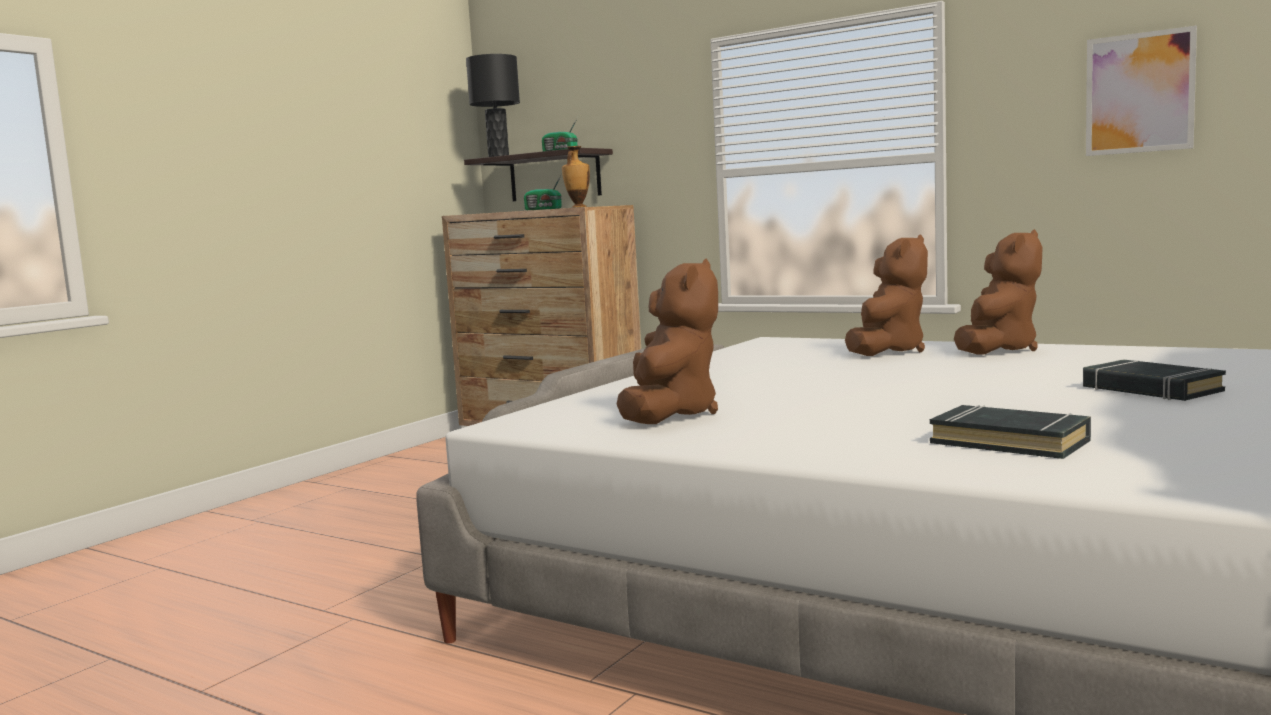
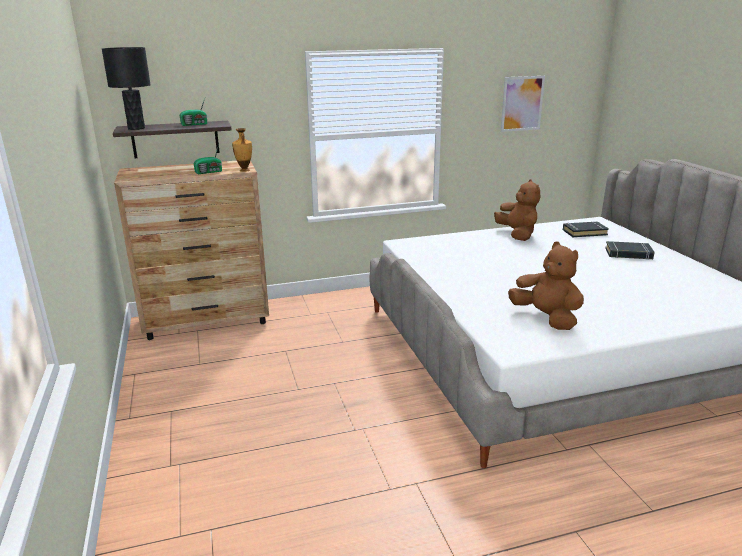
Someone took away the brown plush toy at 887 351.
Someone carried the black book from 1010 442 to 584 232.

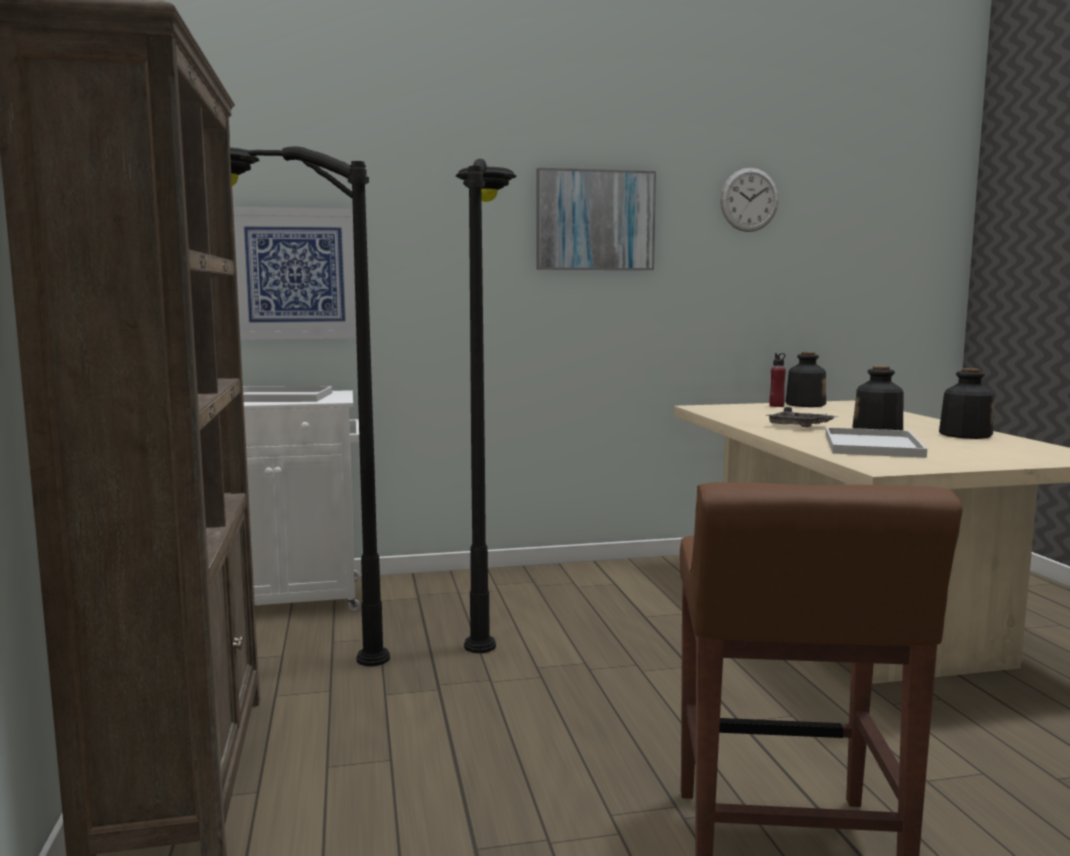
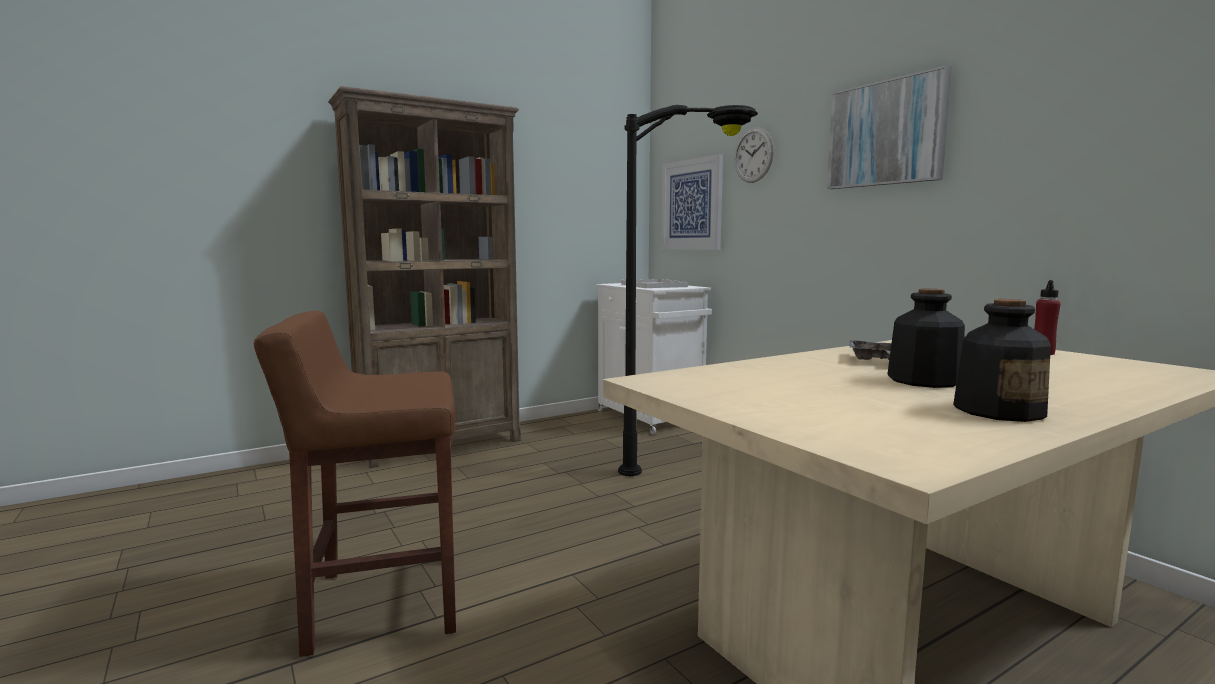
Someone took away the black floor lamp at 283 647.
Someone carried the wall clock from 749 200 to 753 155.
Someone took away the bottle at 805 404.
Someone took away the white tray at 870 445.

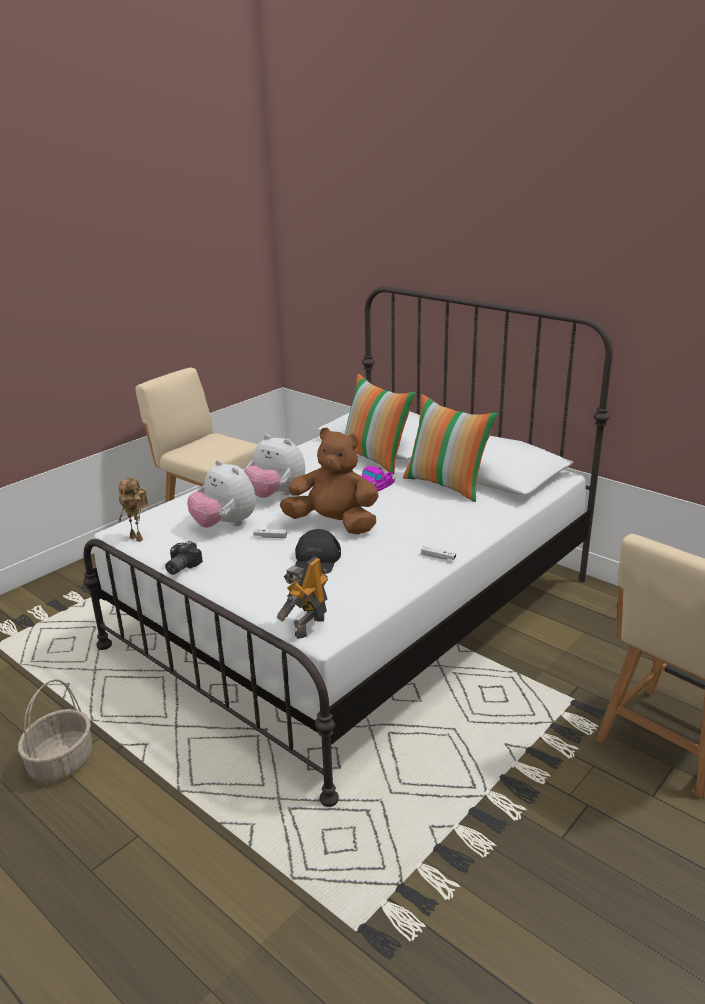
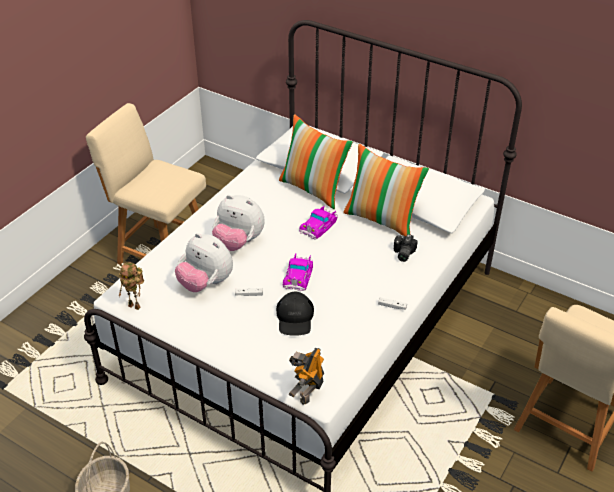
Someone carried the photo camera from 180 567 to 402 253.
Someone swapped the brown plush toy at 334 524 for the toy car at 298 275.

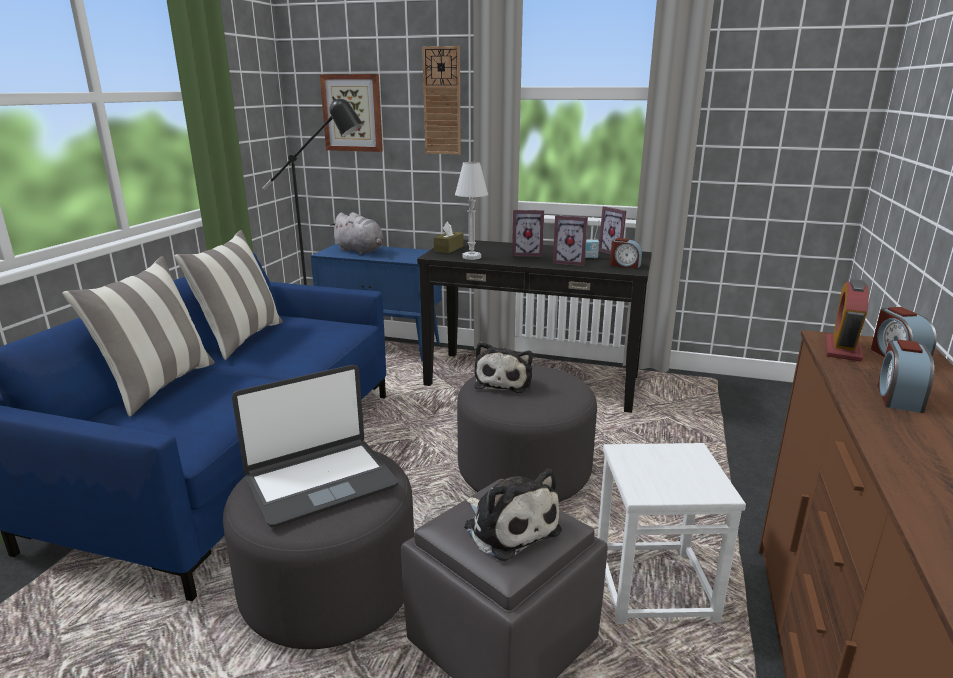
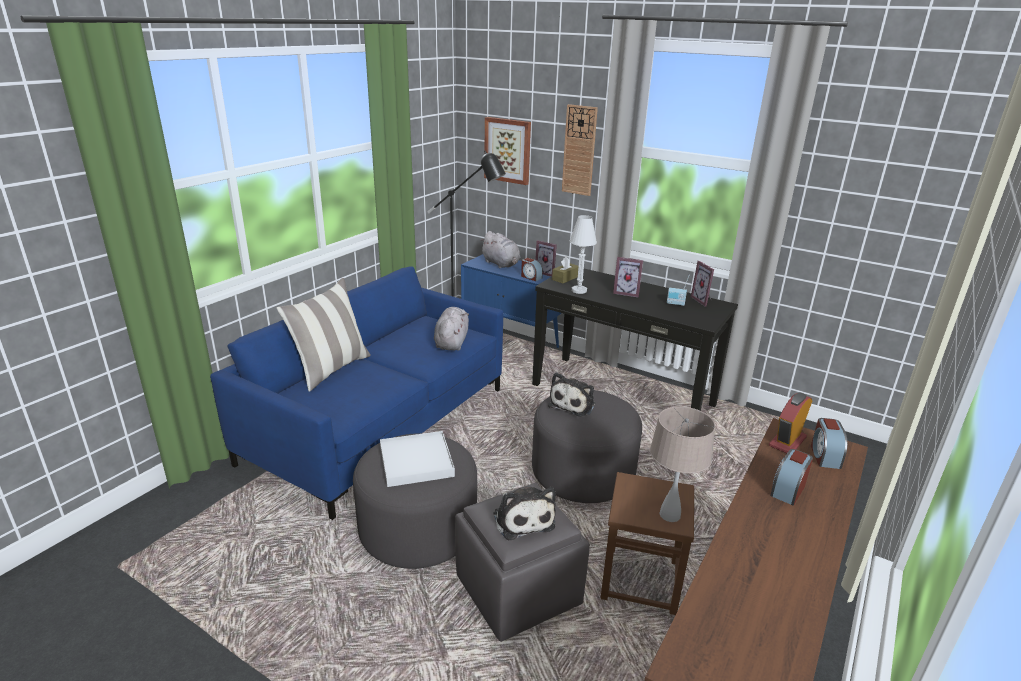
Someone took away the pillow at 240 339.
Someone swapped the laptop at 320 481 for the white tray at 416 461.
Someone carried the picture frame from 570 262 to 547 273.
Someone repainted the white stool at 654 586, which became the brown stool at 640 579.
Someone carried the alarm clock from 624 265 to 531 277.
Someone put down the grey plush toy at 451 342.
Someone put down the beige table lamp at 670 514.

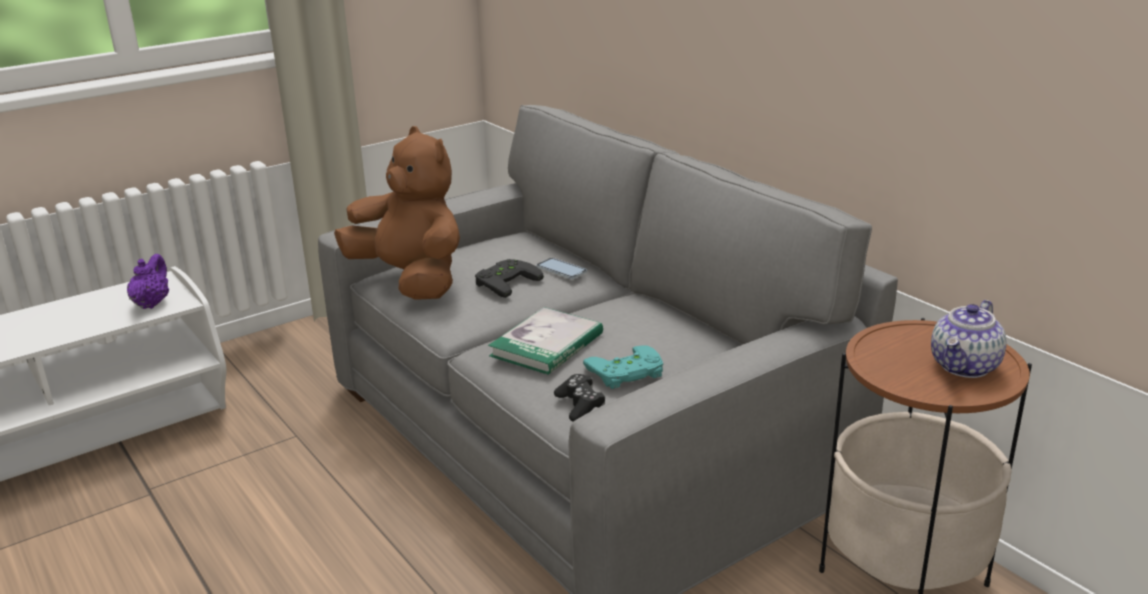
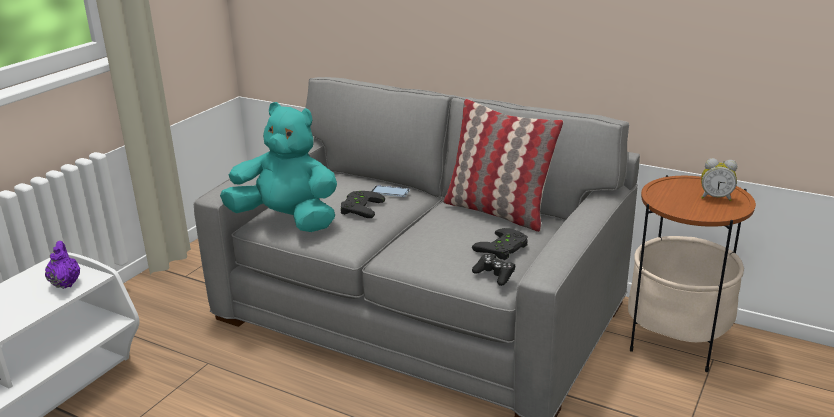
Someone repainted the brown plush toy at 411 280, which became the turquoise plush toy at 287 220.
Someone took away the book at 547 345.
Someone repainted the turquoise game controller at 626 374, which became the black game controller at 504 249.
Someone swapped the teapot at 965 367 for the alarm clock at 715 197.
Someone put down the pillow at 497 211.

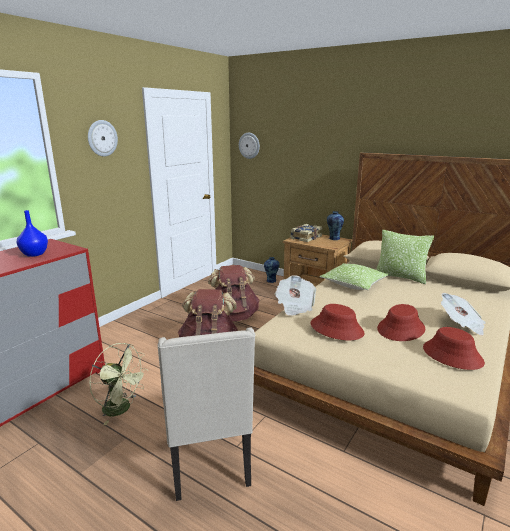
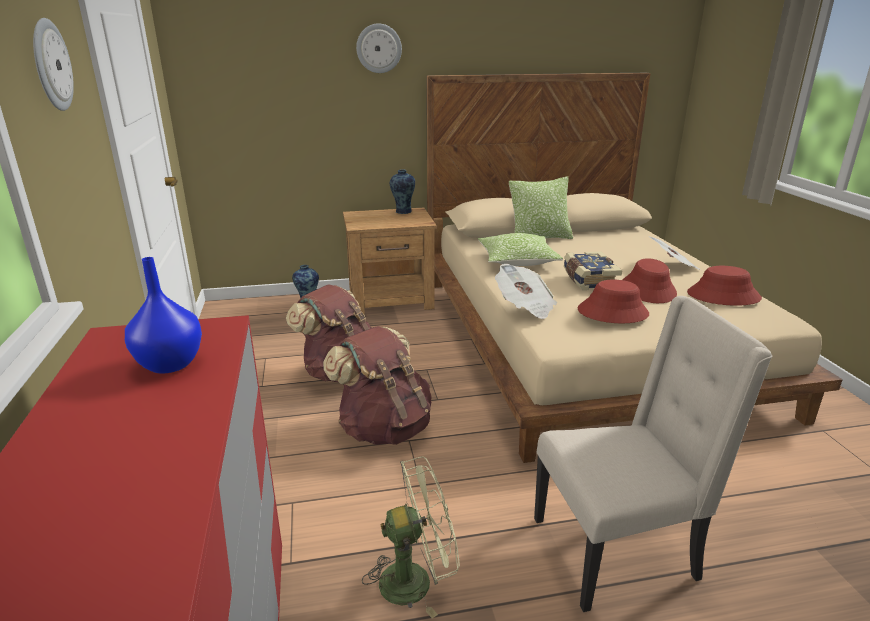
Someone rotated the beige chair at 209 461 by 45 degrees counterclockwise.
Someone carried the wall clock from 249 145 to 379 48.
Someone carried the book from 305 237 to 588 280.

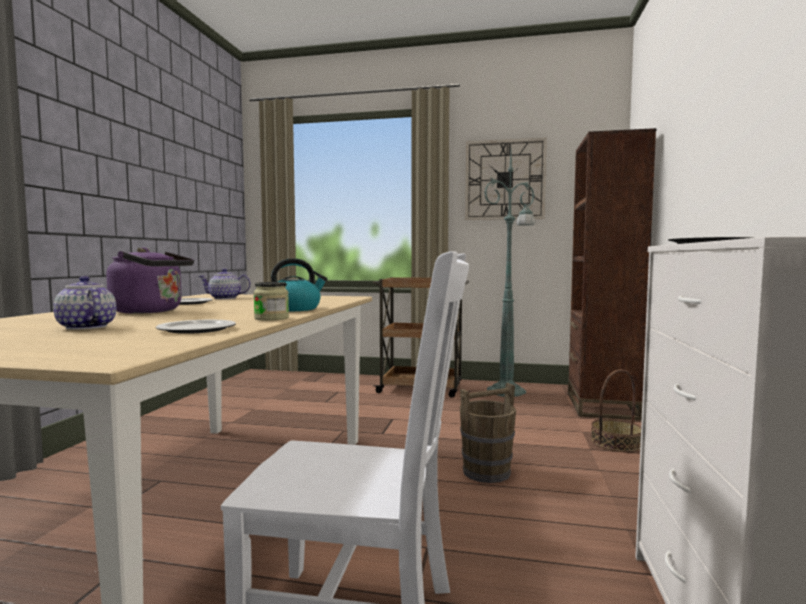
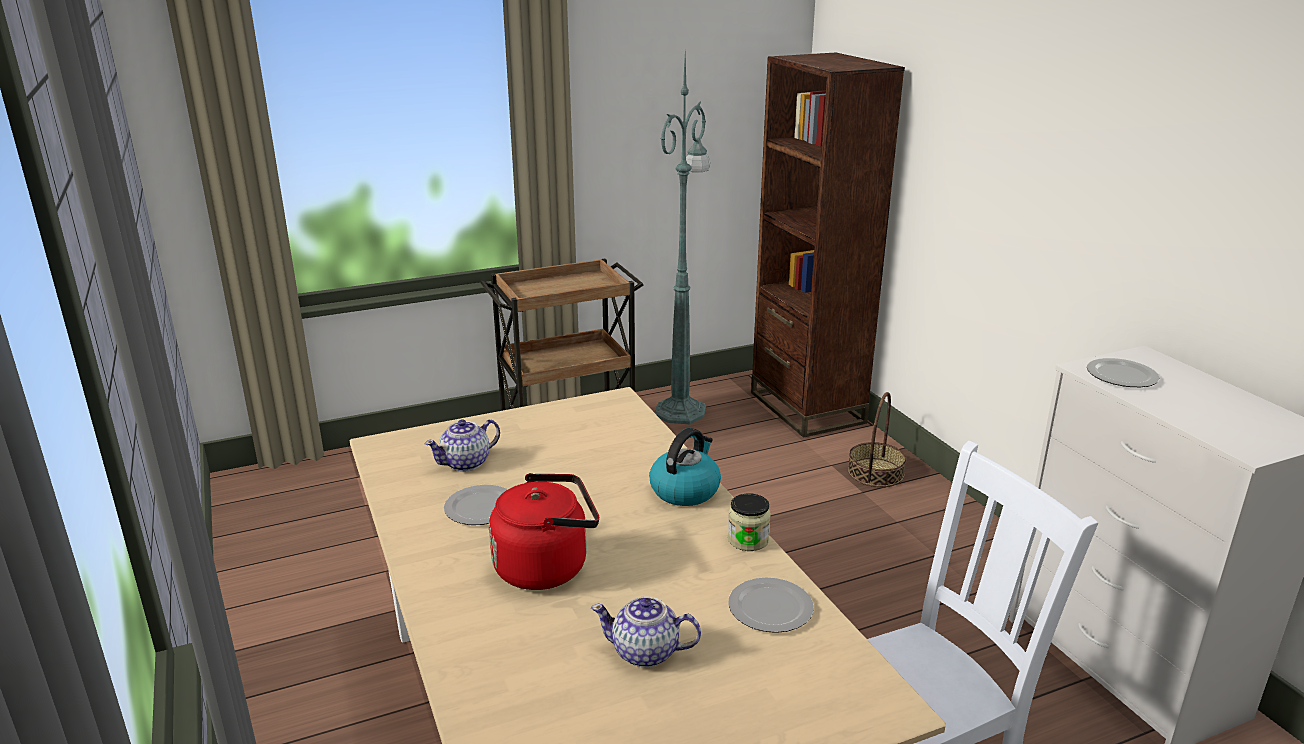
Someone repainted the purple kettle at 151 311, which became the red kettle at 547 566.
Someone took away the brown bucket at 487 472.
Someone took away the wall clock at 505 180.

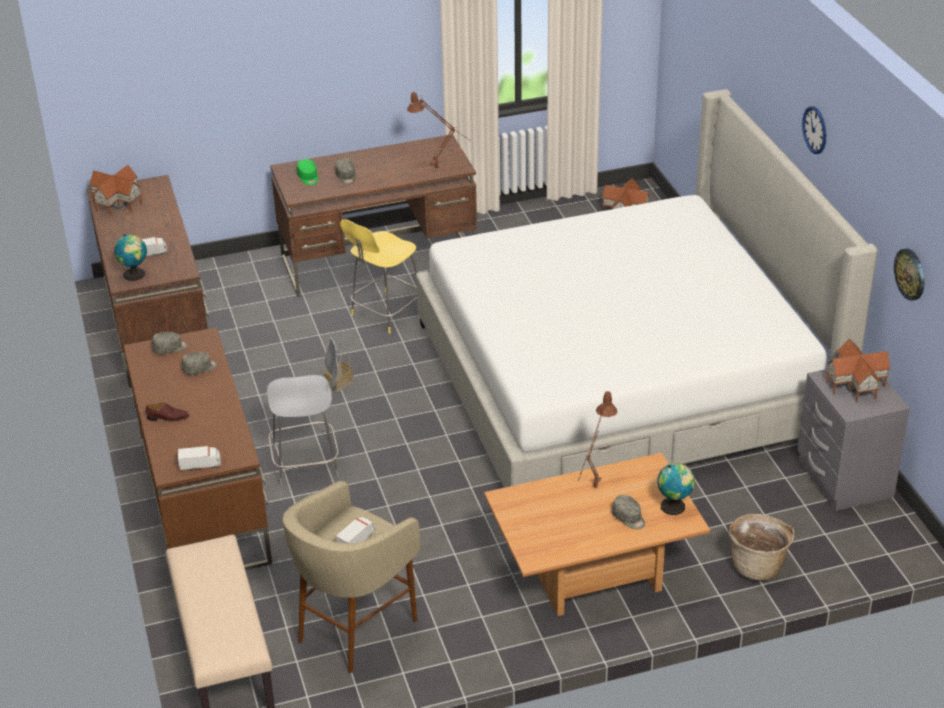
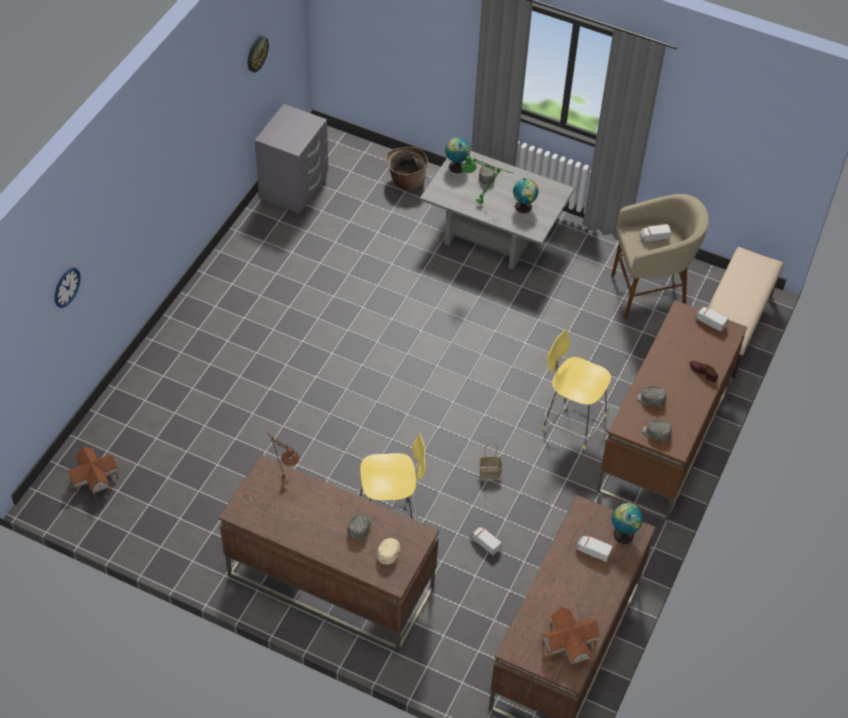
Someone repainted the grey stool at 308 461, which became the yellow stool at 572 421.
Someone repainted the green cap at 308 177, which became the beige cap at 389 552.
Someone took away the bed at 622 379.
Someone repainted the brown coffee table at 593 575, which became the grey coffee table at 493 234.
Someone repainted the brown table lamp at 593 491, which became the green table lamp at 485 202.
Someone carried the wall clock from 815 130 to 66 287.
Someone took away the toy house at 855 385.
Someone put down the toy truck at 485 543.
Someone put down the globe at 524 207.

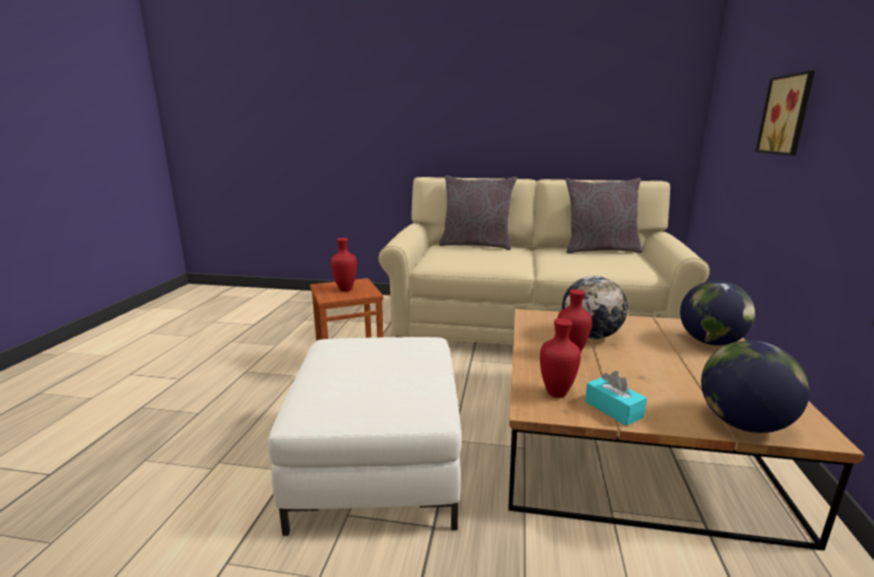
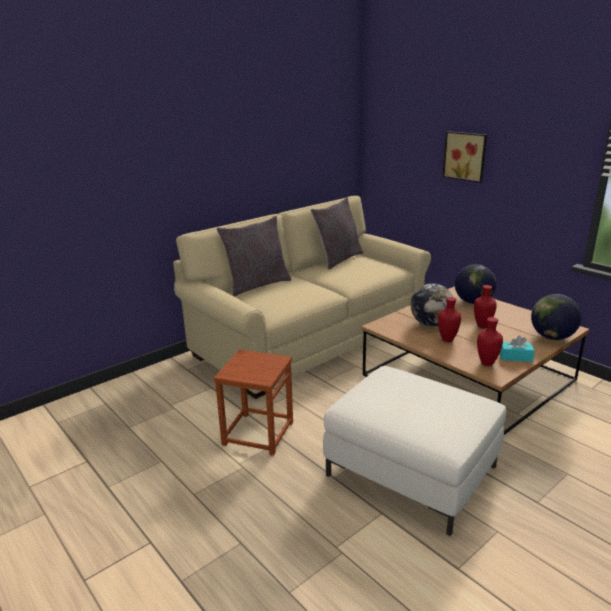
Someone carried the red vase from 345 289 to 481 326.

